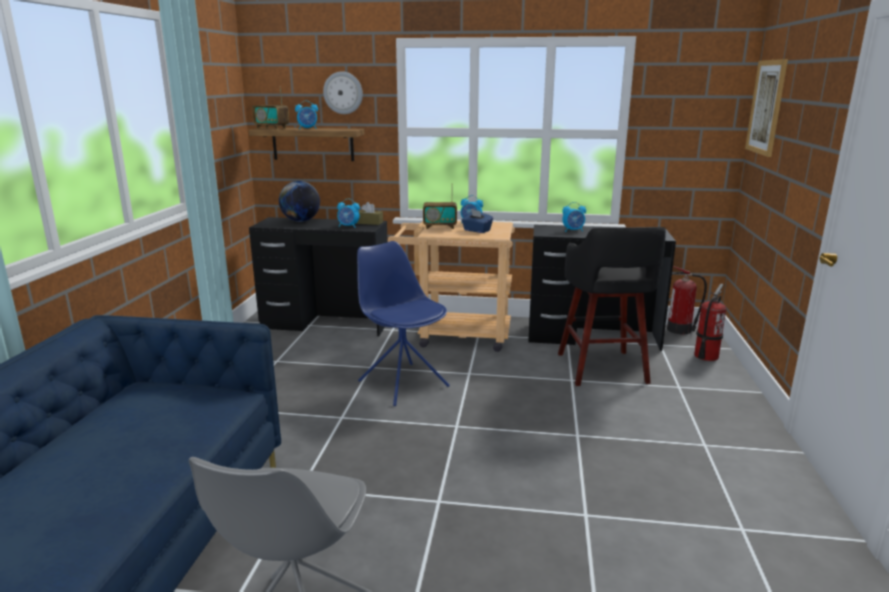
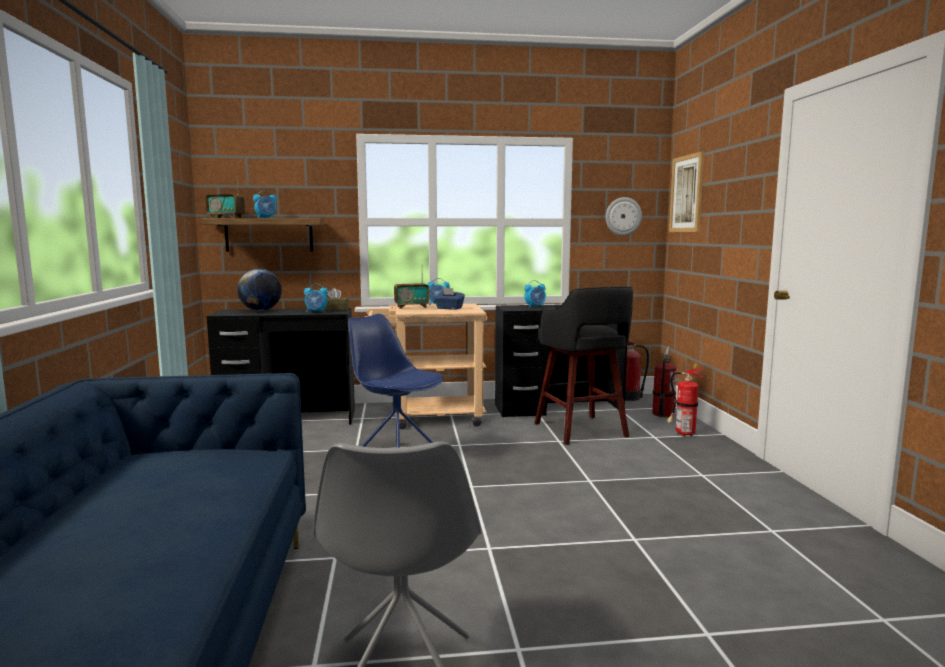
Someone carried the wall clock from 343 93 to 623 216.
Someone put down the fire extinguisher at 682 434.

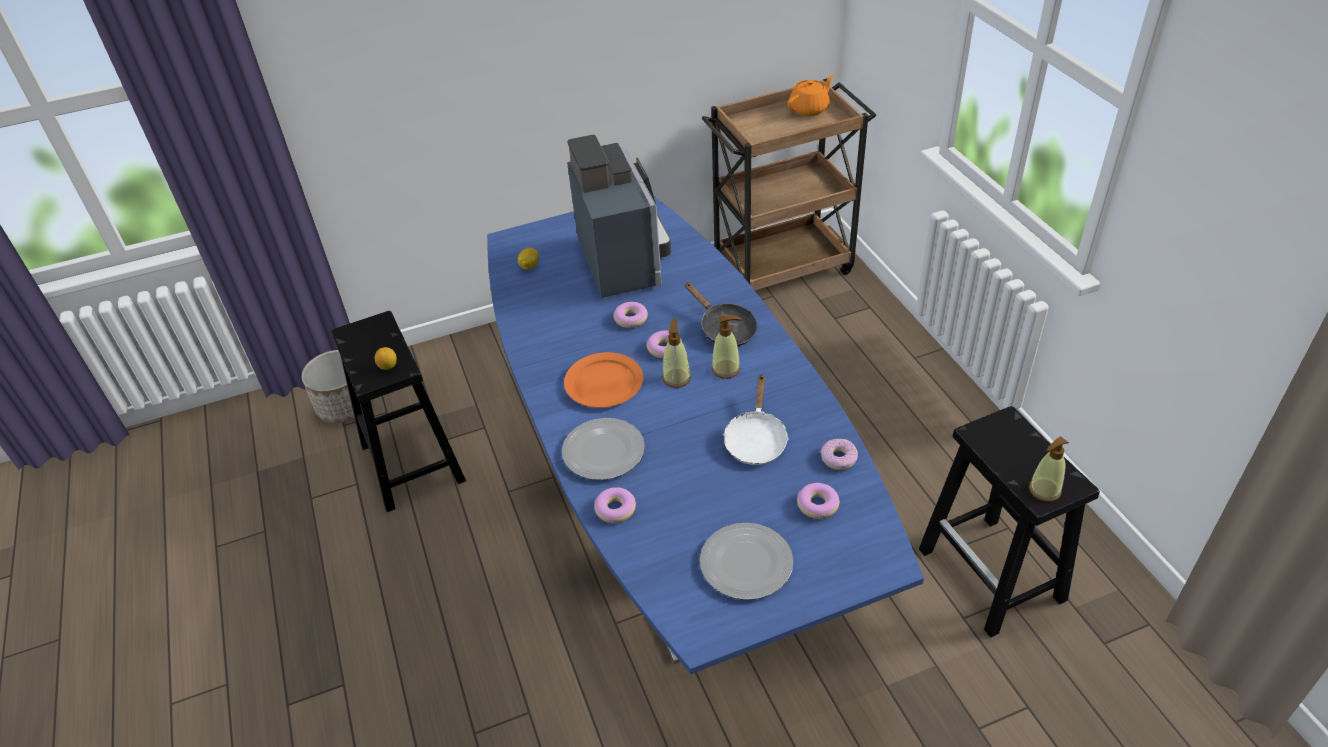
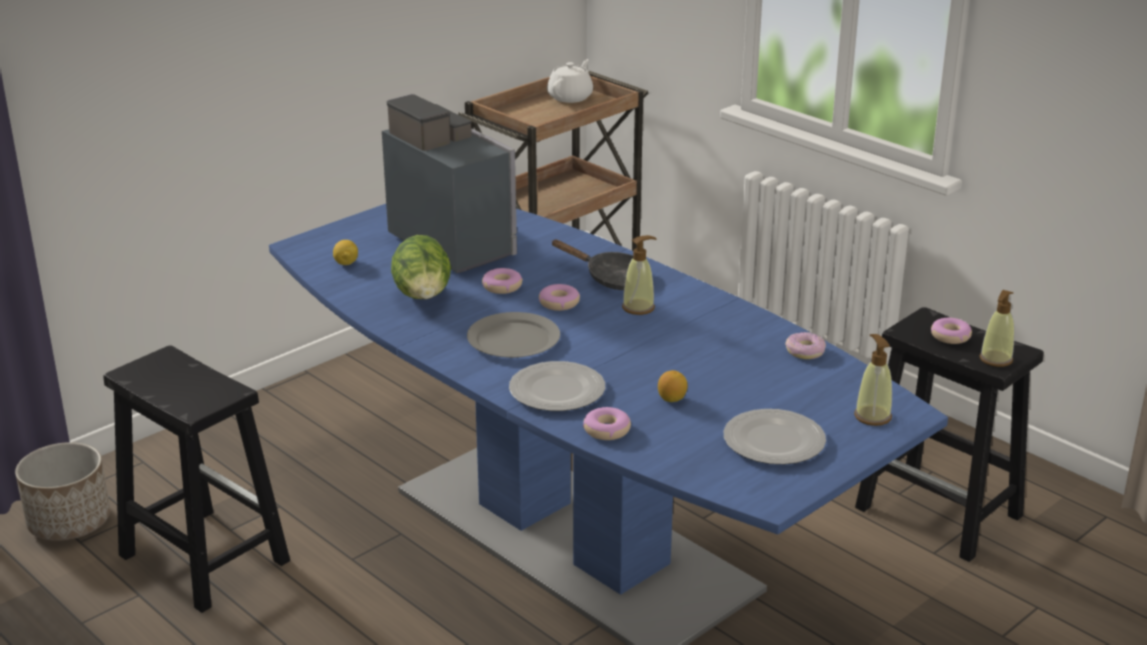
Someone carried the lemon from 388 366 to 672 399.
Someone repainted the orange plate at 604 383, which became the grey plate at 514 339.
Someone carried the soap dispenser from 676 378 to 872 416.
Someone took away the white frying pan at 755 439.
Someone repainted the orange teapot at 809 109, which became the white teapot at 571 97.
Someone carried the donut from 817 505 to 950 336.
Someone put down the lettuce at 423 298.

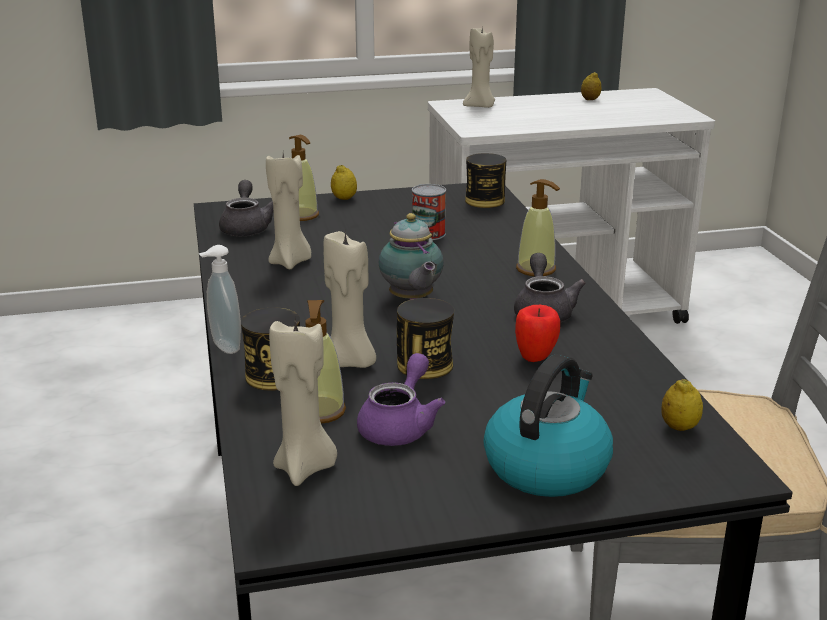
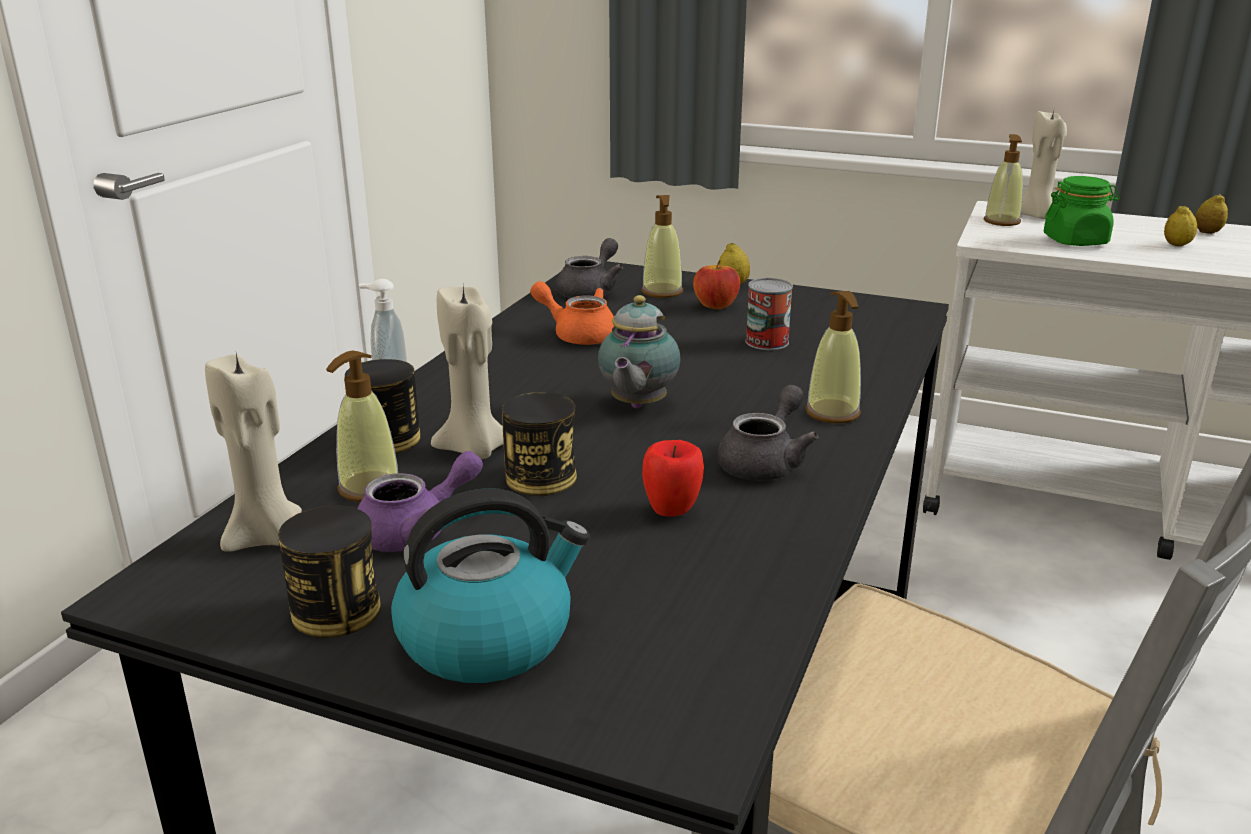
Someone swapped the beige candle at 290 262 for the orange teapot at 578 334.
Someone carried the can from 485 201 to 336 611.
Someone carried the lemon from 679 427 to 1176 245.
Someone put down the apple at 715 306.
Someone put down the soap dispenser at 1001 221.
Someone put down the green jar at 1075 241.

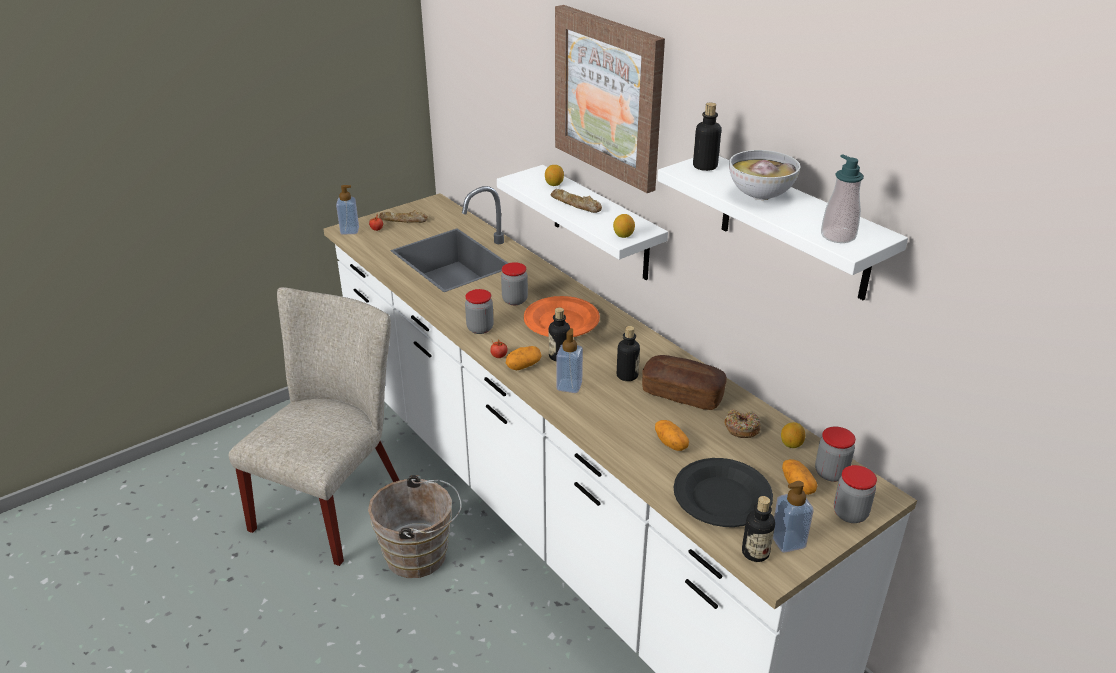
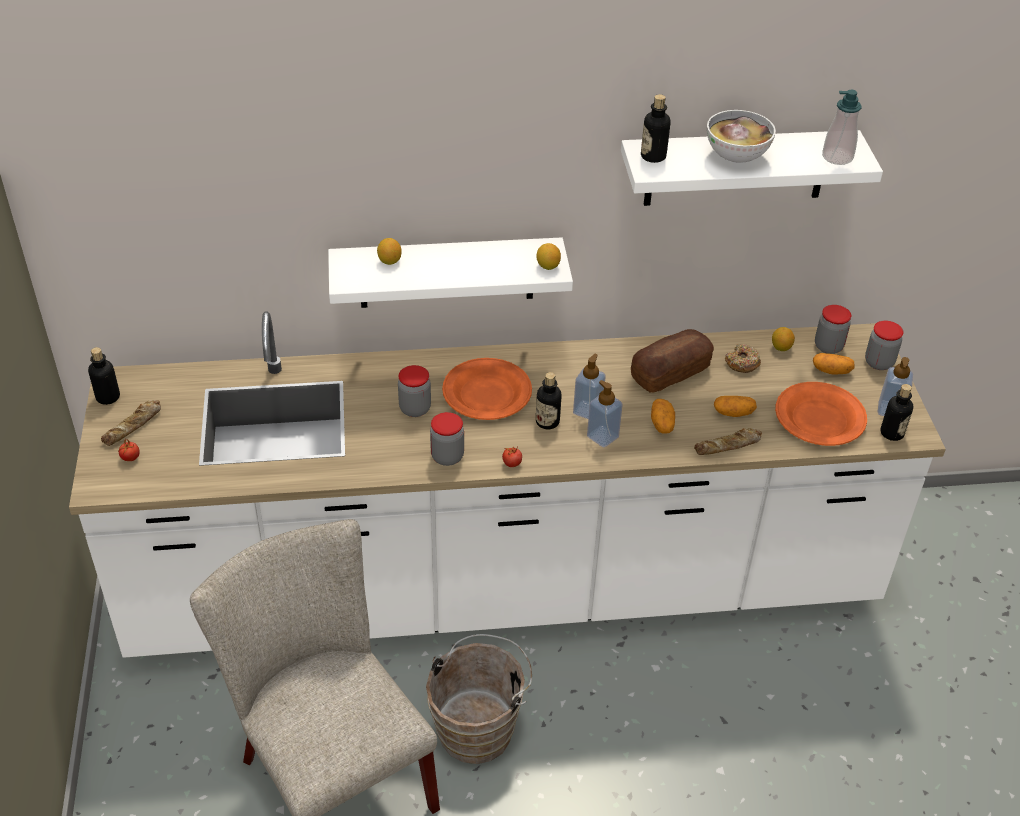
Someone carried the soap dispenser from 349 230 to 587 411.
Someone carried the potato from 523 366 to 662 424.
Someone carried the bread from 575 205 to 728 446.
Someone took away the picture at 609 96.
Someone carried the bottle from 627 375 to 108 397.
Someone repainted the black plate at 722 497, which became the orange plate at 820 418.

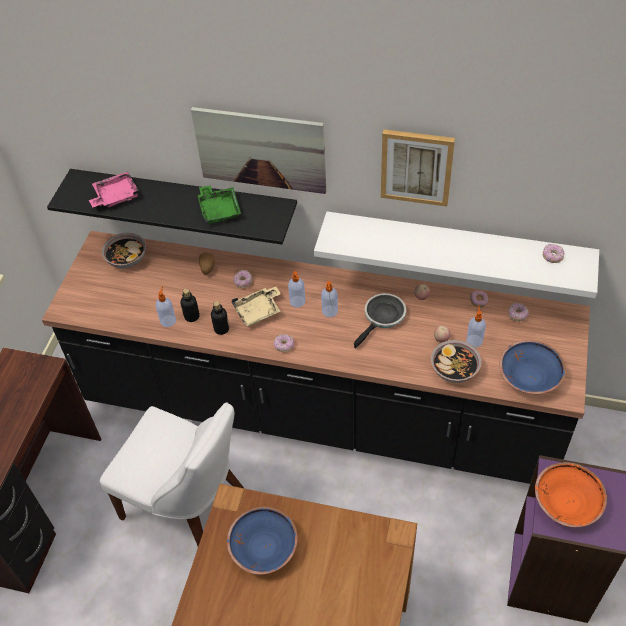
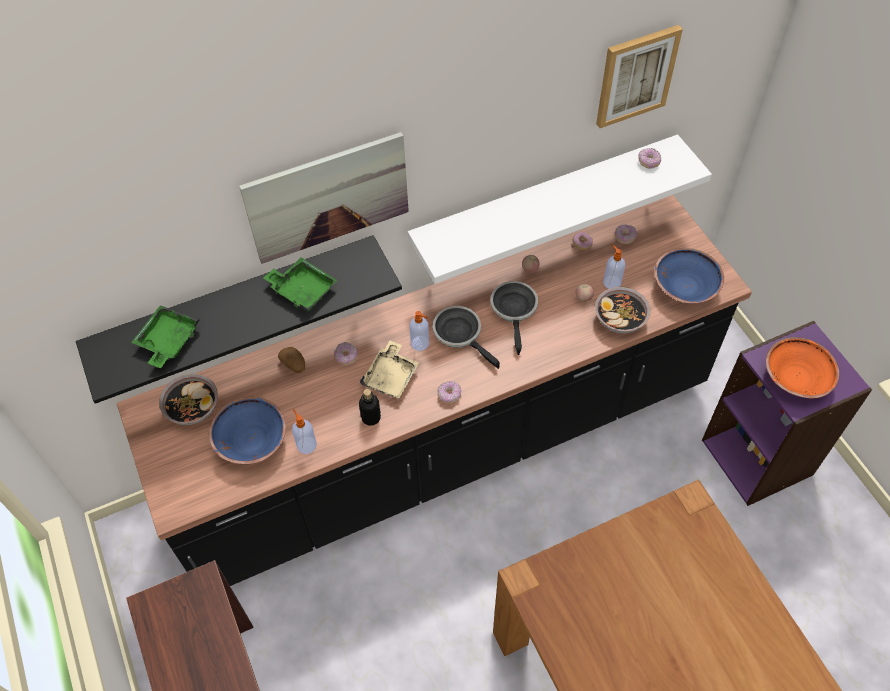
Someone repainted the pink tray at 115 196, which became the green tray at 168 341.
Someone took away the white chair at 188 505.
Someone took away the bottle at 192 316.
Someone carried the blue bowl from 263 548 to 251 440.
Someone swapped the soap dispenser at 330 312 for the frying pan at 460 334.
Someone carried the picture from 416 166 to 636 75.

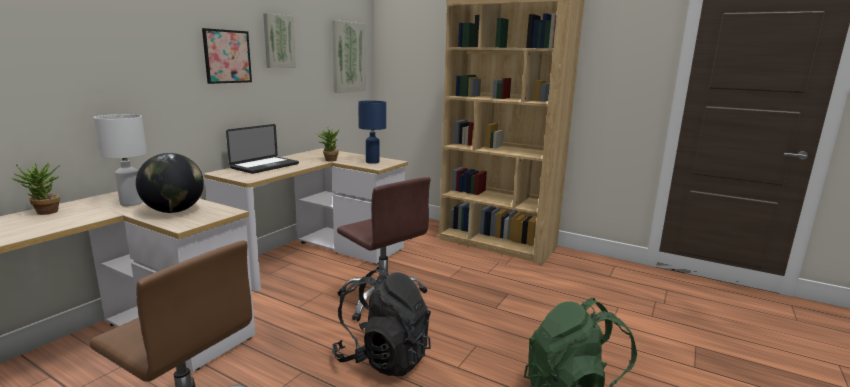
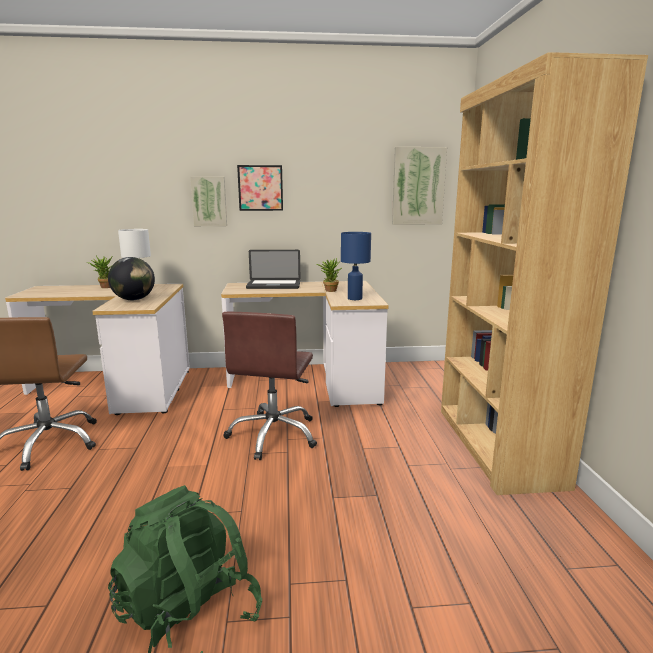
Someone carried the picture from 278 41 to 209 201.
Someone took away the black backpack at 383 358.

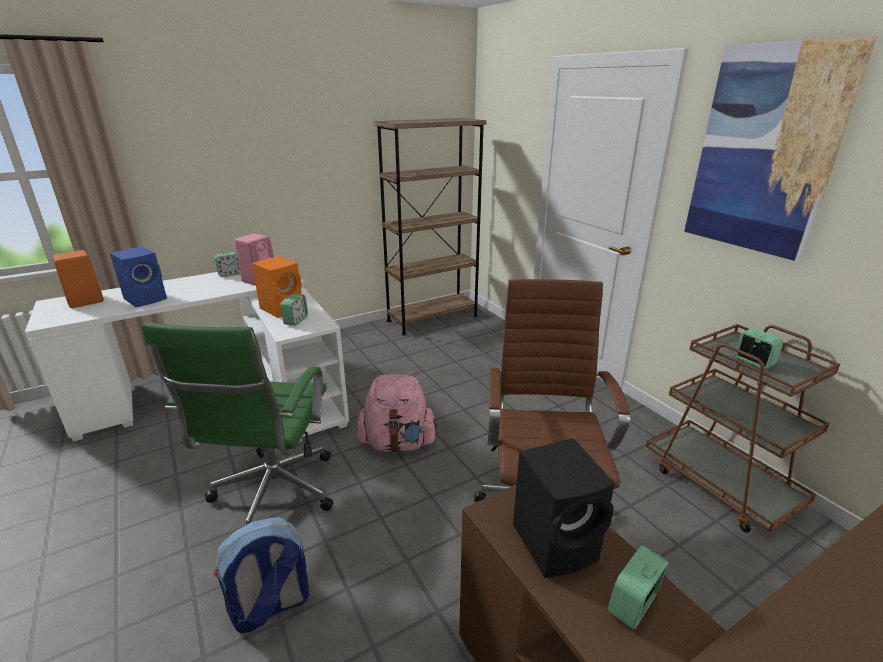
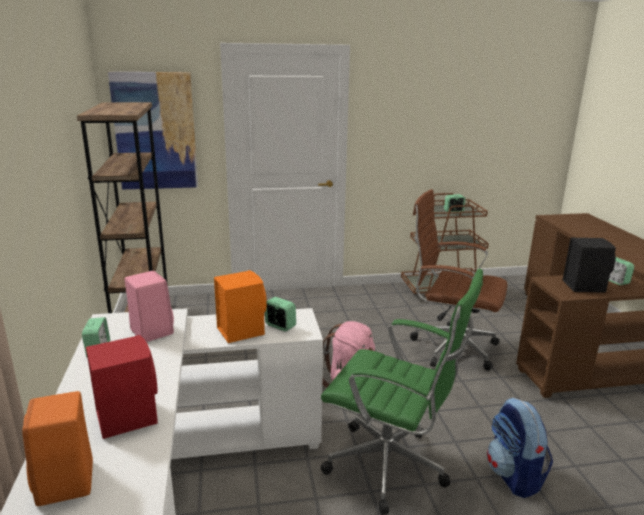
Someone repainted the blue speaker at 147 299, which became the red speaker at 127 416.
Someone carried the picture from 765 151 to 155 131.

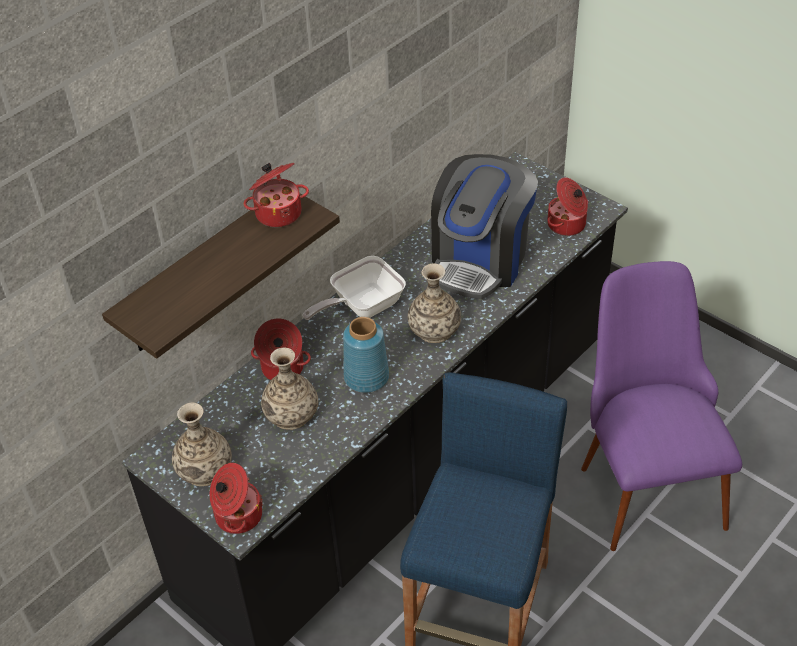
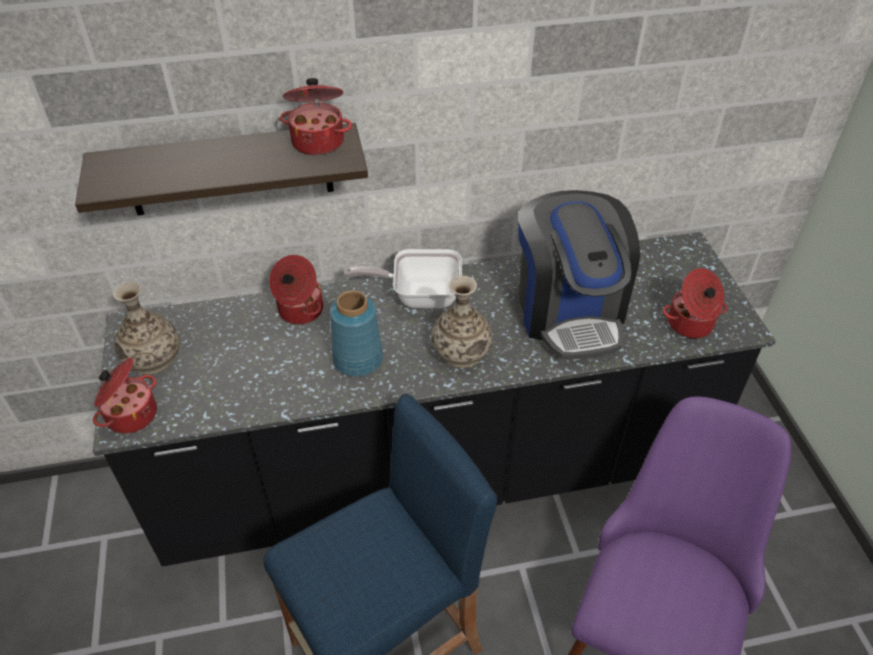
Someone took away the vase at 291 414.
Someone rotated the coffee machine at 480 259 by 75 degrees counterclockwise.

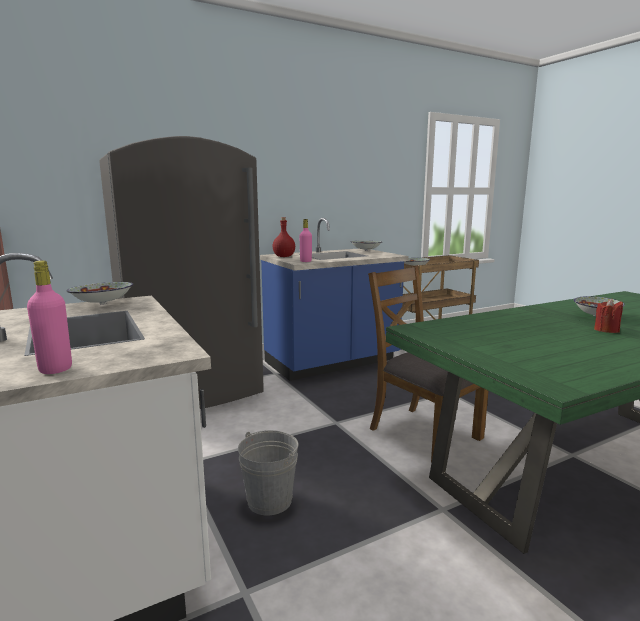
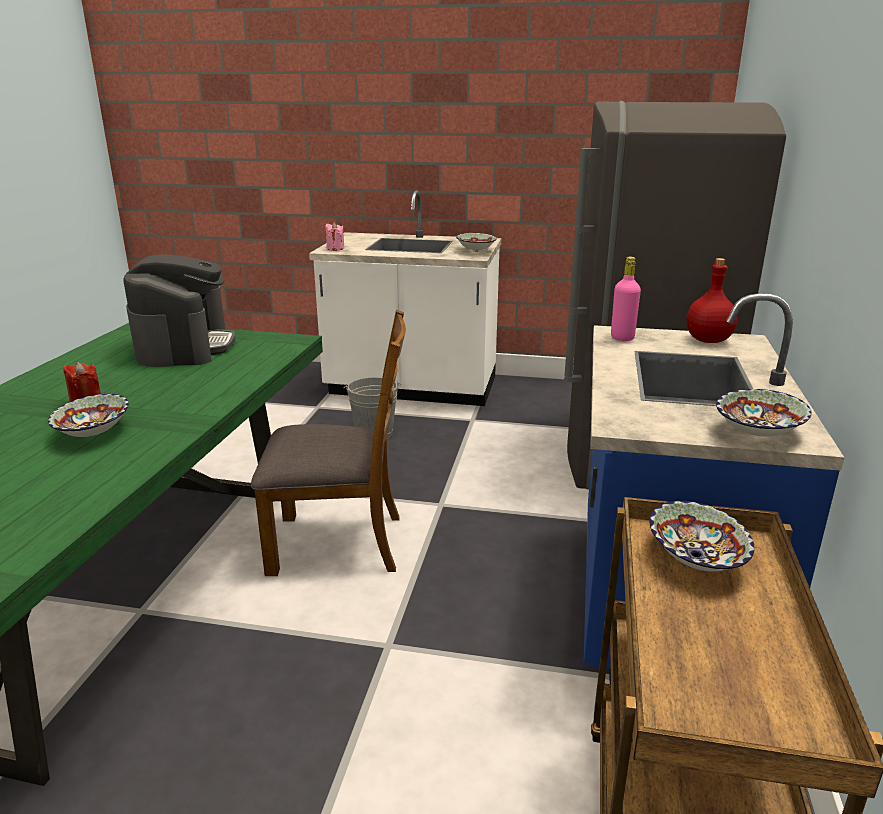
Someone took away the pink bottle at 55 369.
Someone put down the coffee machine at 185 346.
Someone put down the pink candle at 335 248.

